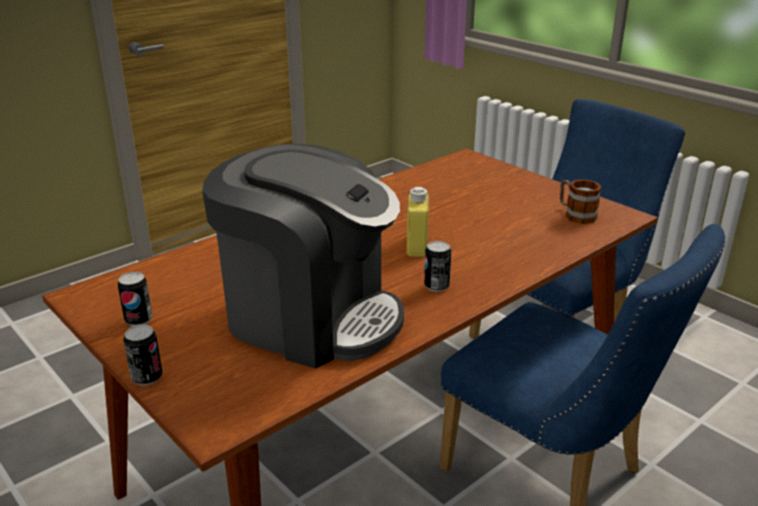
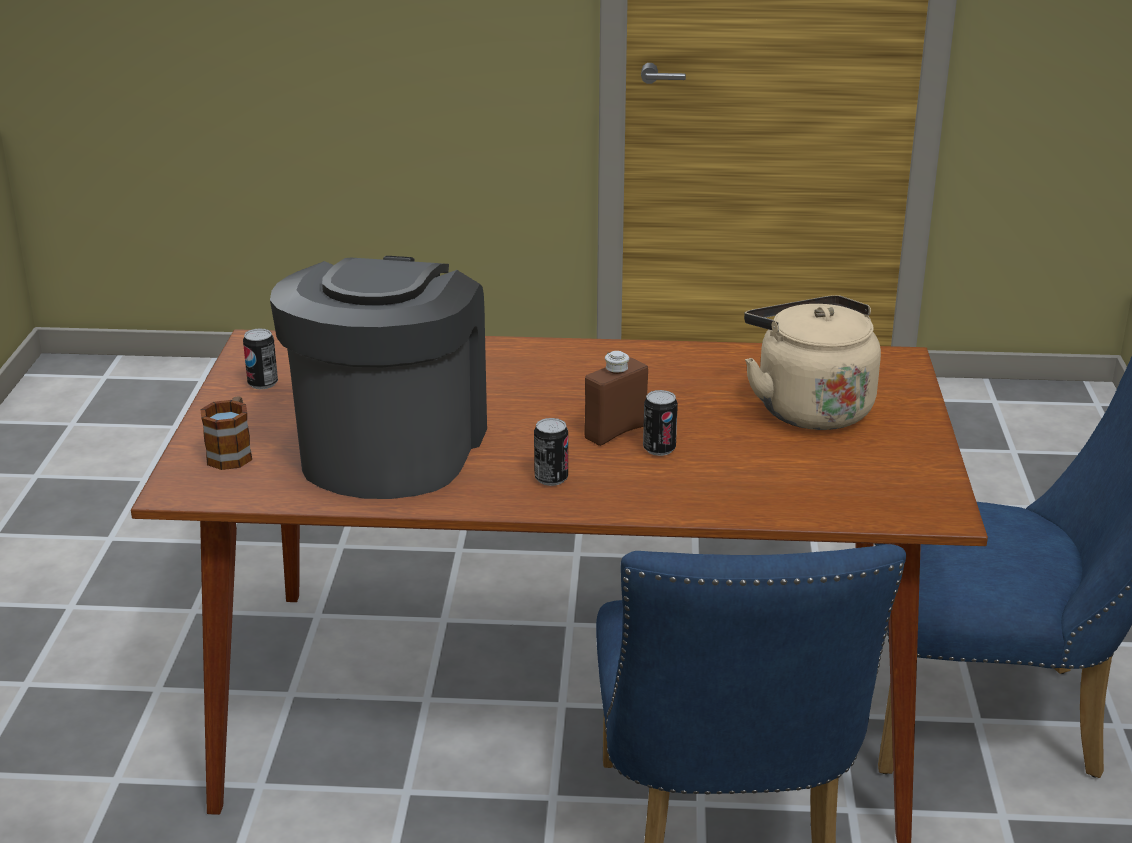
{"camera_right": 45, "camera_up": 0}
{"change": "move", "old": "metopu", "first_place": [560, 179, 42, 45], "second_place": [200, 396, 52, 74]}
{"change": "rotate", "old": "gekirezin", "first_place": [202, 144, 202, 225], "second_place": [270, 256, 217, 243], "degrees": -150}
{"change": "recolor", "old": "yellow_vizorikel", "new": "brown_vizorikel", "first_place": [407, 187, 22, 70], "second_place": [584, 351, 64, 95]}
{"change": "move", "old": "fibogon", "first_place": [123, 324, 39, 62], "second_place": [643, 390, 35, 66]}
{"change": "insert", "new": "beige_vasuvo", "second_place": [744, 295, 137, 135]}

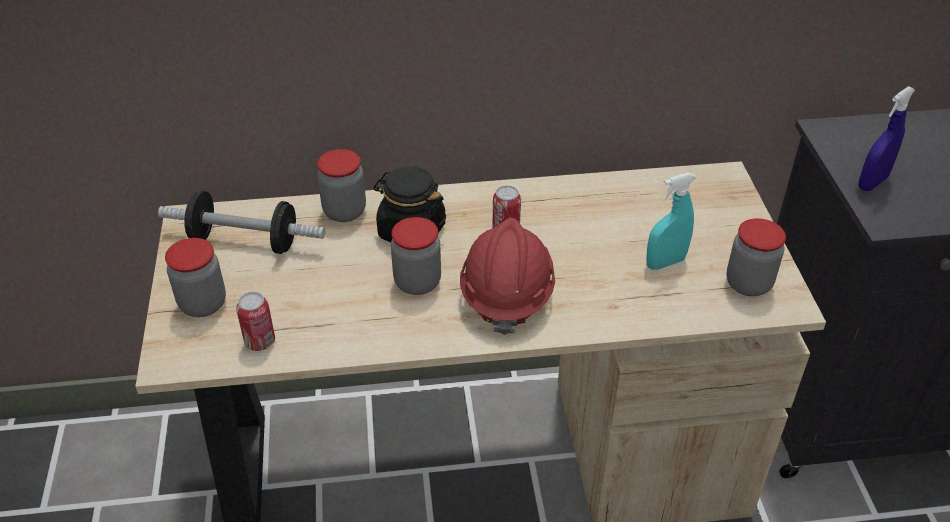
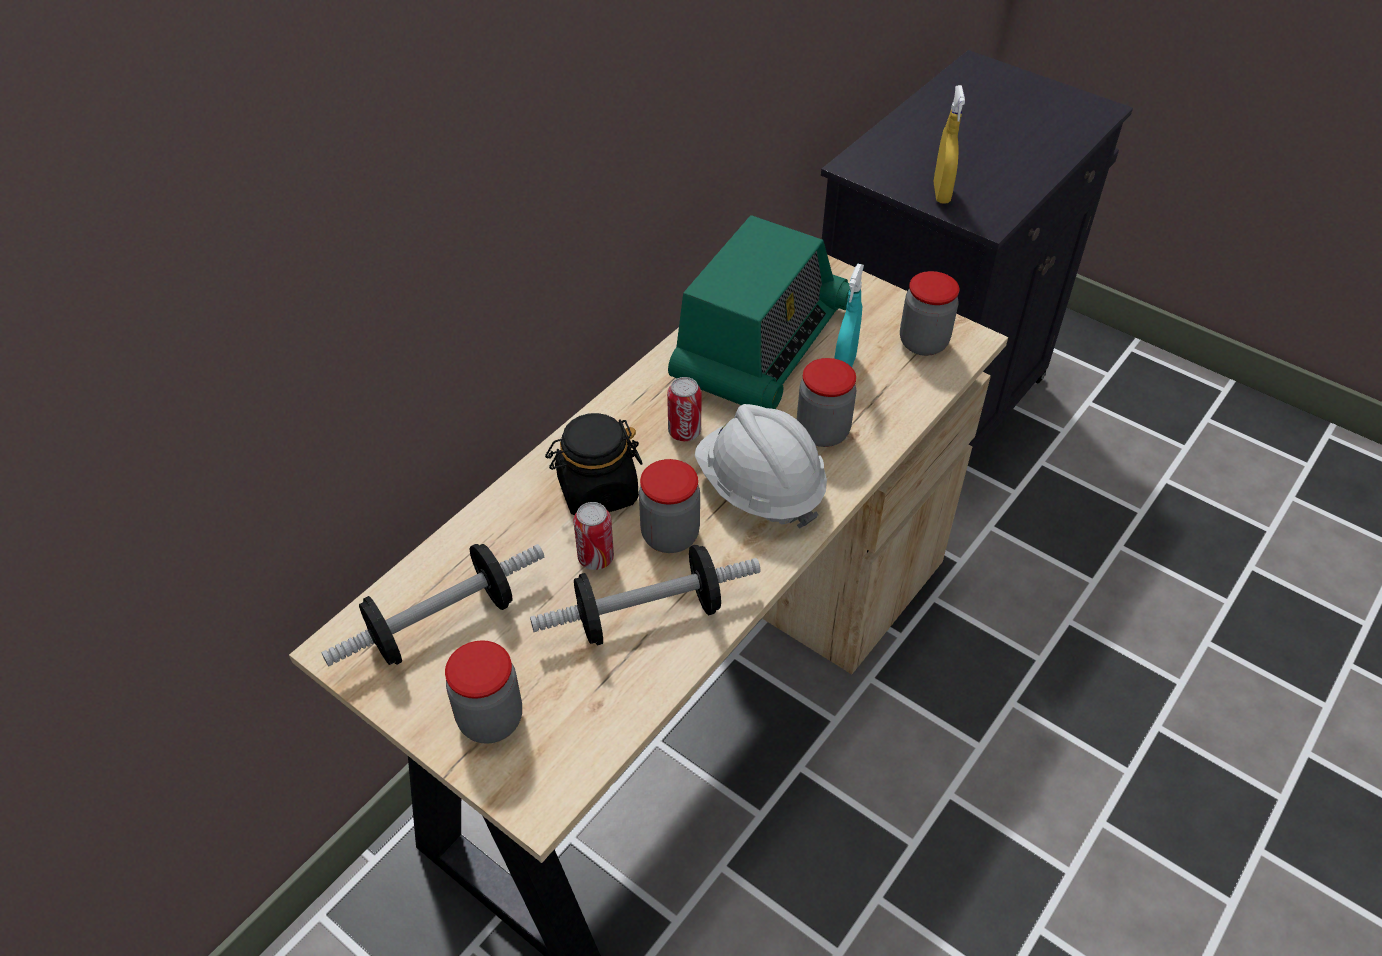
{"camera_right": -45, "camera_up": 5}
{"change": "insert", "new": "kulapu", "second_place": [530, 545, 231, 100]}
{"change": "move", "old": "fibogon", "first_place": [236, 292, 39, 59], "second_place": [574, 502, 40, 68]}
{"change": "insert", "new": "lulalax", "second_place": [668, 215, 182, 194]}
{"change": "recolor", "old": "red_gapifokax", "new": "white_gapifokax", "first_place": [460, 218, 95, 117], "second_place": [695, 404, 132, 125]}
{"change": "move", "old": "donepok", "first_place": [317, 149, 49, 73], "second_place": [796, 358, 60, 89]}
{"change": "recolor", "old": "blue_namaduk", "new": "yellow_namaduk", "first_place": [858, 86, 57, 105], "second_place": [934, 85, 31, 119]}

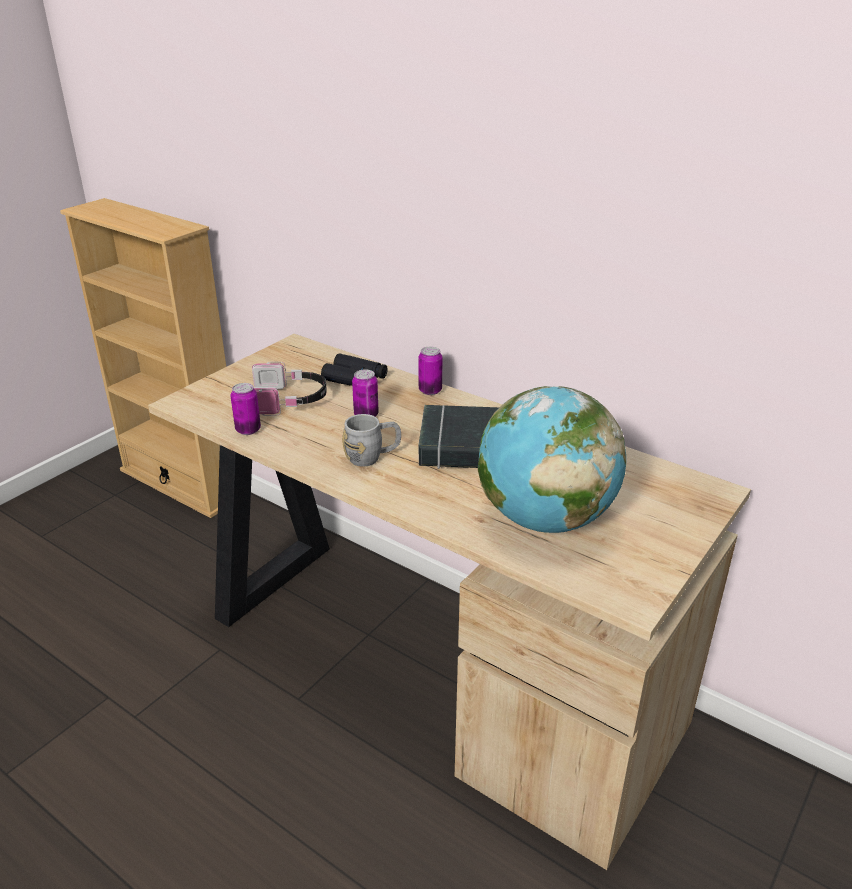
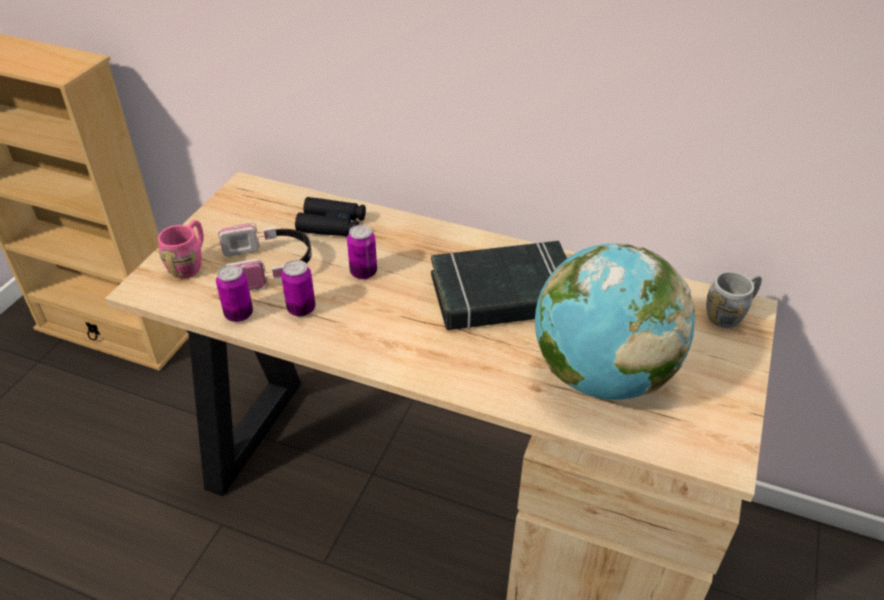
{"camera_right": -15, "camera_up": 10}
{"change": "insert", "new": "pink_metopu", "second_place": [158, 220, 46, 59]}
{"change": "move", "old": "fibogon", "first_place": [418, 346, 25, 49], "second_place": [281, 260, 35, 57]}
{"change": "move", "old": "grey_metopu", "first_place": [342, 414, 59, 53], "second_place": [706, 271, 56, 57]}

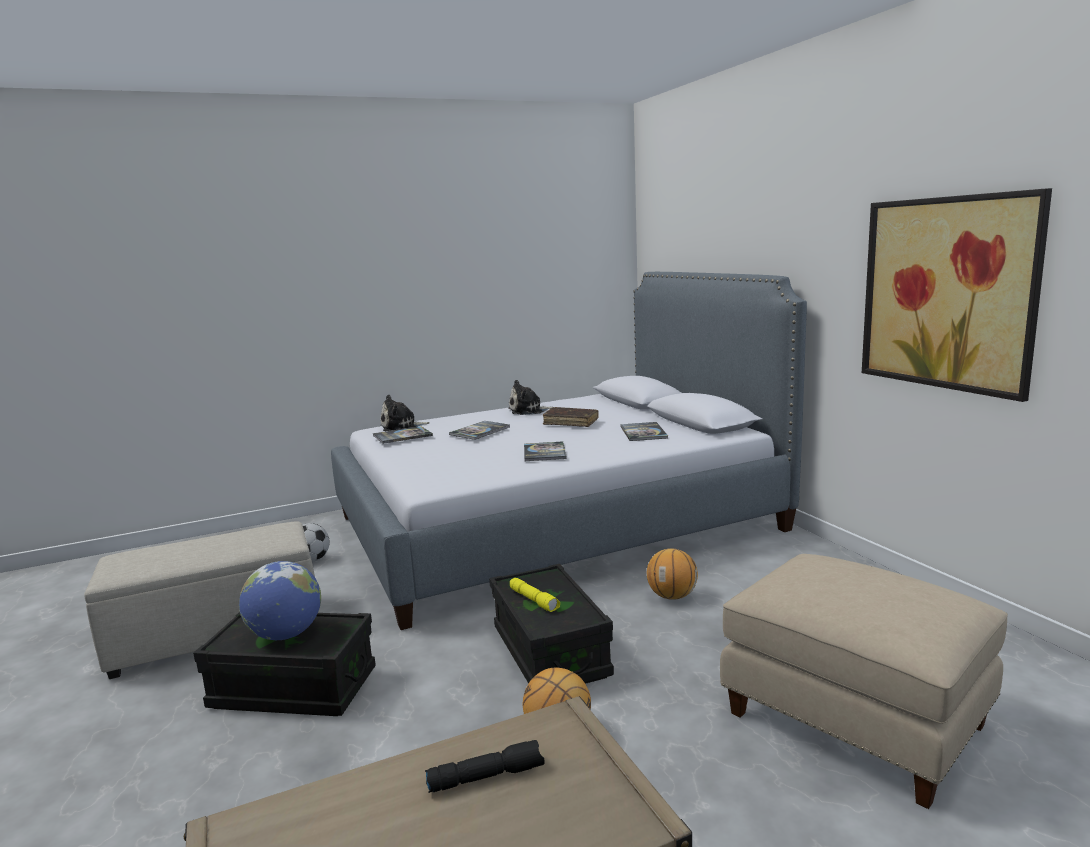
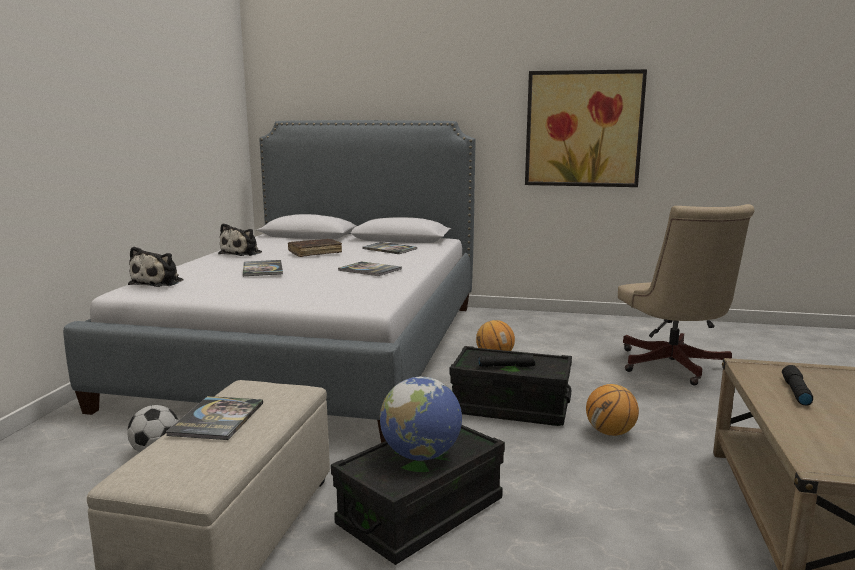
{"camera_right": -55, "camera_up": 0}
{"change": "move", "old": "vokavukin", "first_place": [373, 426, 60, 18], "second_place": [166, 396, 97, 44]}
{"change": "recolor", "old": "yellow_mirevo", "new": "black_mirevo", "first_place": [510, 578, 50, 34], "second_place": [478, 354, 57, 13]}
{"change": "replace", "old": "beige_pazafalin", "new": "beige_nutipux", "first_place": [720, 554, 288, 255], "second_place": [618, 204, 136, 182]}

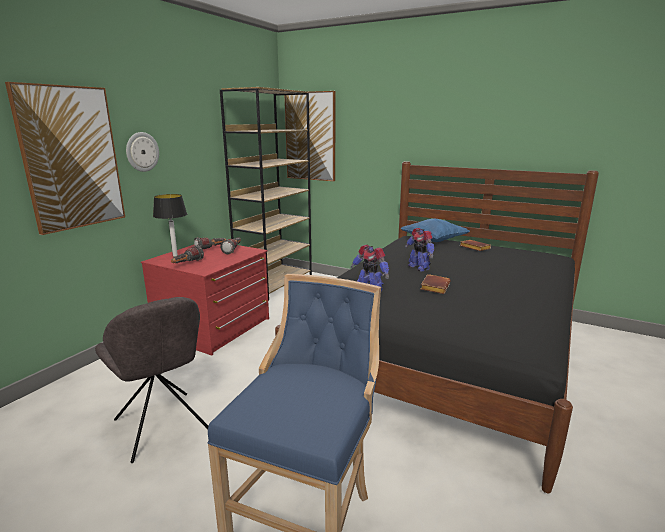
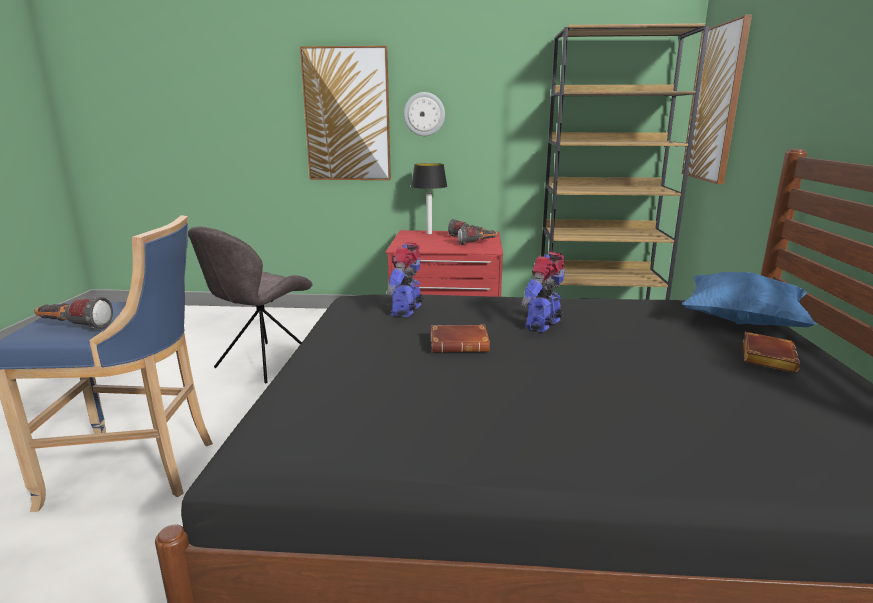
{"camera_right": 65, "camera_up": 0}
{"change": "move", "old": "mirevo", "first_place": [171, 245, 33, 18], "second_place": [35, 297, 78, 32]}

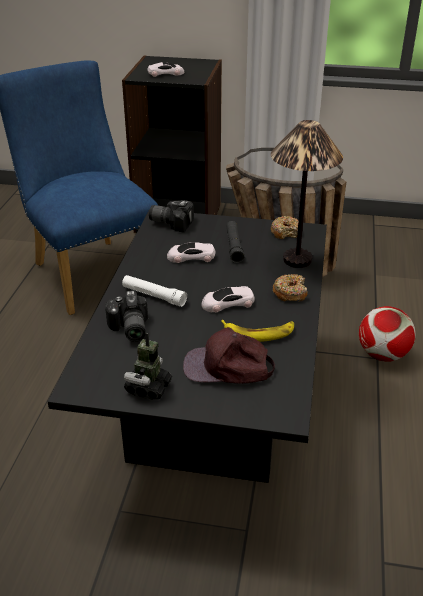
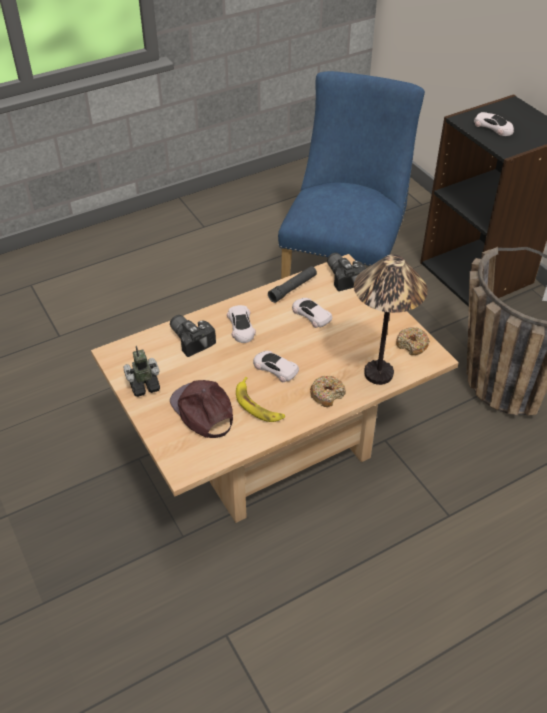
{"camera_right": 50, "camera_up": 10}
{"change": "recolor", "old": "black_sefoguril", "new": "beige_sefoguril", "first_place": [47, 209, 280, 274], "second_place": [91, 254, 368, 269]}
{"change": "rotate", "old": "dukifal", "first_place": [105, 291, 43, 51], "second_place": [170, 315, 46, 42], "degrees": 105}
{"change": "replace", "old": "white_mirevo", "new": "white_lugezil", "first_place": [122, 275, 65, 32], "second_place": [227, 305, 29, 38]}
{"change": "move", "old": "black_mirevo", "first_place": [226, 221, 19, 42], "second_place": [268, 266, 49, 37]}
{"change": "delete", "old": "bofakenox", "first_place": [359, 306, 57, 56]}

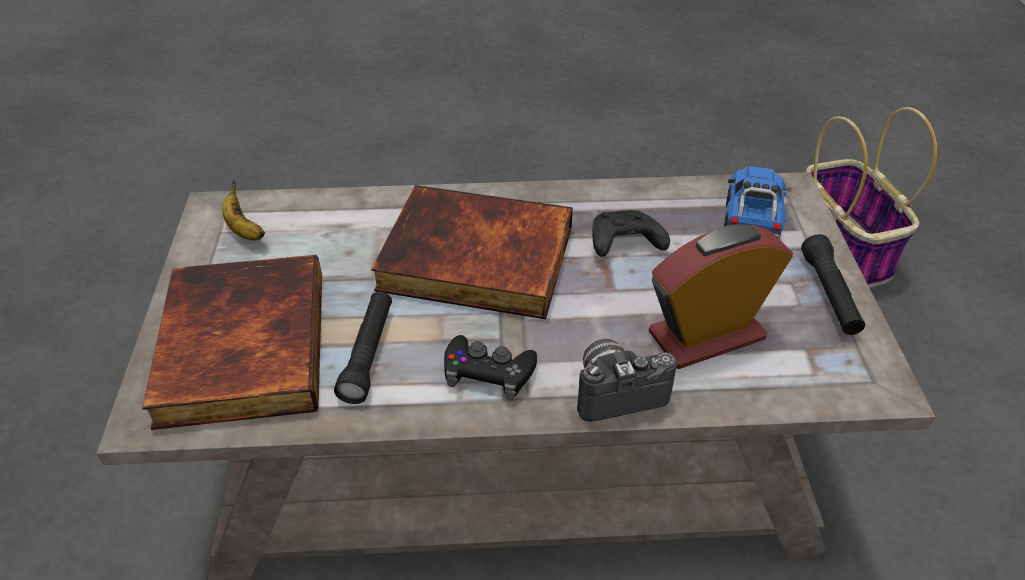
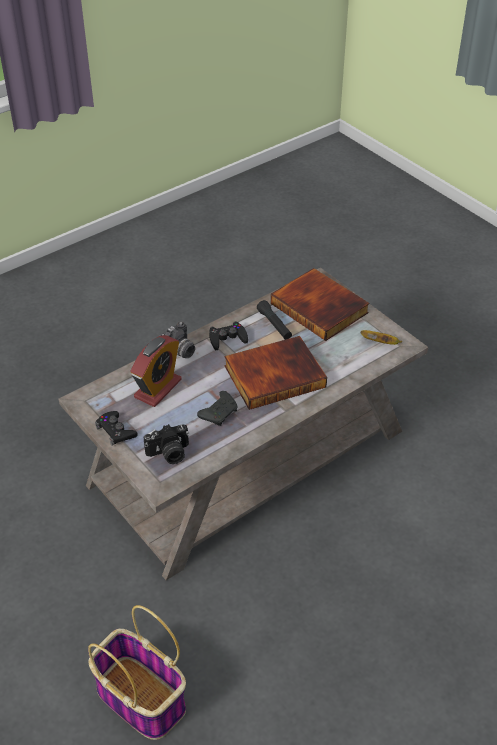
{"camera_right": 145, "camera_up": 0}
{"change": "replace", "old": "black_mirevo", "new": "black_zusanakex", "first_place": [801, 234, 64, 101], "second_place": [95, 411, 43, 34]}
{"change": "replace", "old": "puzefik", "new": "dukifal", "first_place": [724, 166, 67, 72], "second_place": [143, 424, 46, 40]}

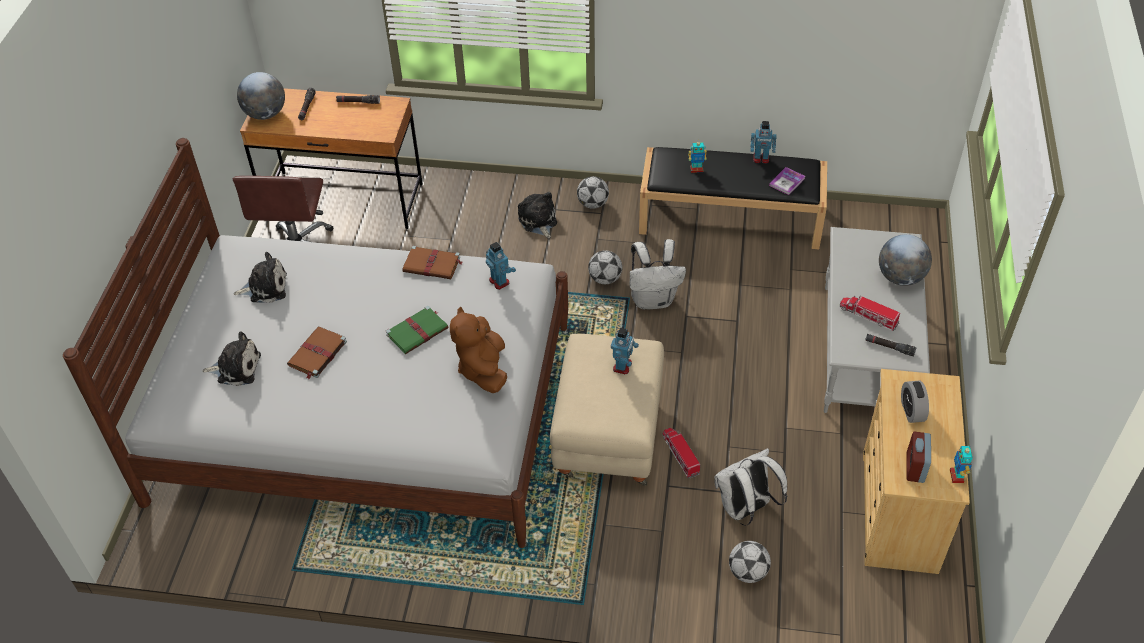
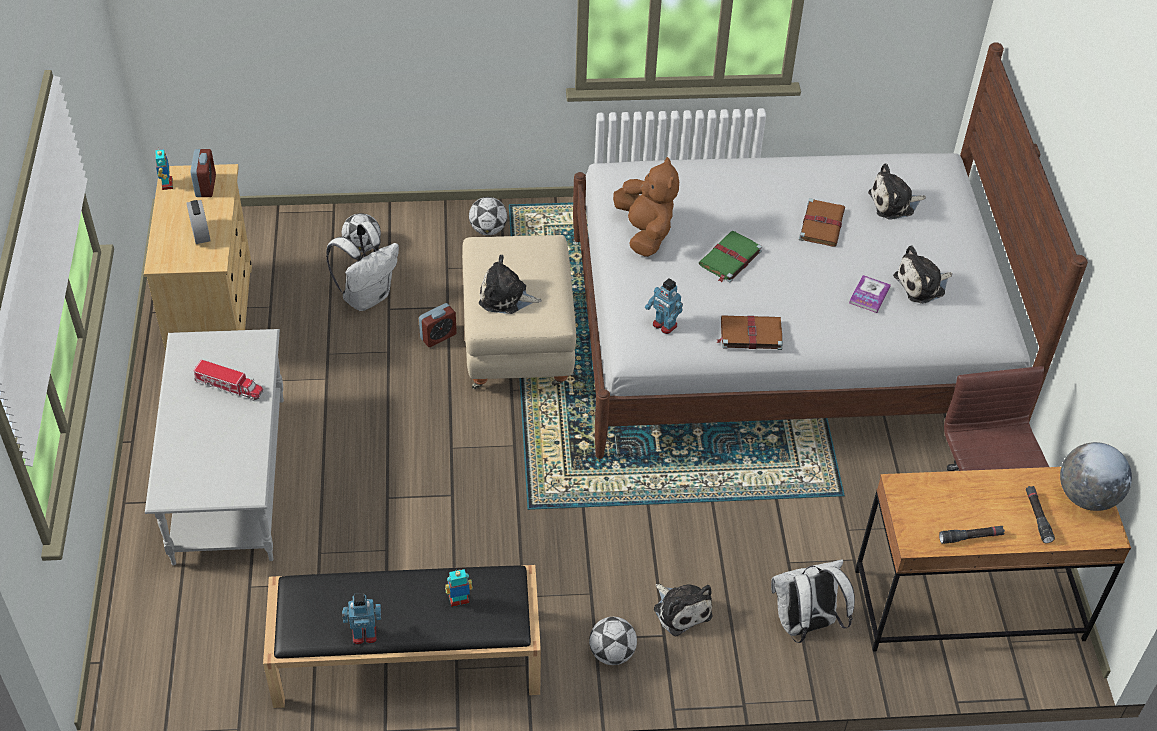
{"camera_right": 165, "camera_up": 0}
{"change": "replace", "old": "puzefik", "new": "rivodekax", "first_place": [662, 428, 38, 50], "second_place": [419, 303, 38, 44]}
{"change": "move", "old": "bofakenox", "first_place": [588, 250, 34, 34], "second_place": [469, 197, 38, 38]}
{"change": "replace", "old": "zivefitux", "new": "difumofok", "first_place": [611, 328, 28, 46], "second_place": [479, 255, 63, 59]}
{"change": "move", "old": "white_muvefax", "first_place": [630, 239, 56, 71], "second_place": [771, 559, 84, 84]}
{"change": "move", "old": "vokavukin", "first_place": [769, 167, 36, 28], "second_place": [849, 275, 42, 38]}
{"change": "delete", "old": "black_mirevo", "first_place": [865, 334, 51, 22]}
{"change": "delete", "old": "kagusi", "first_place": [879, 234, 53, 52]}

